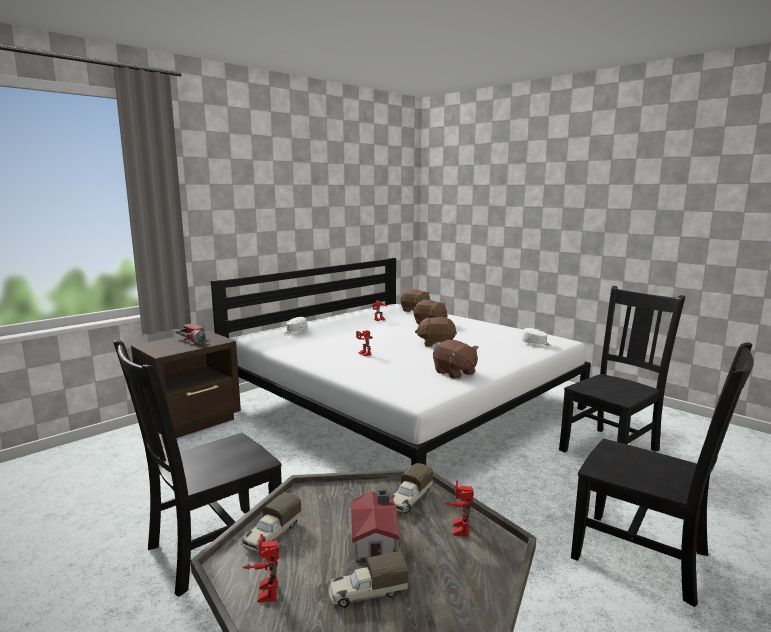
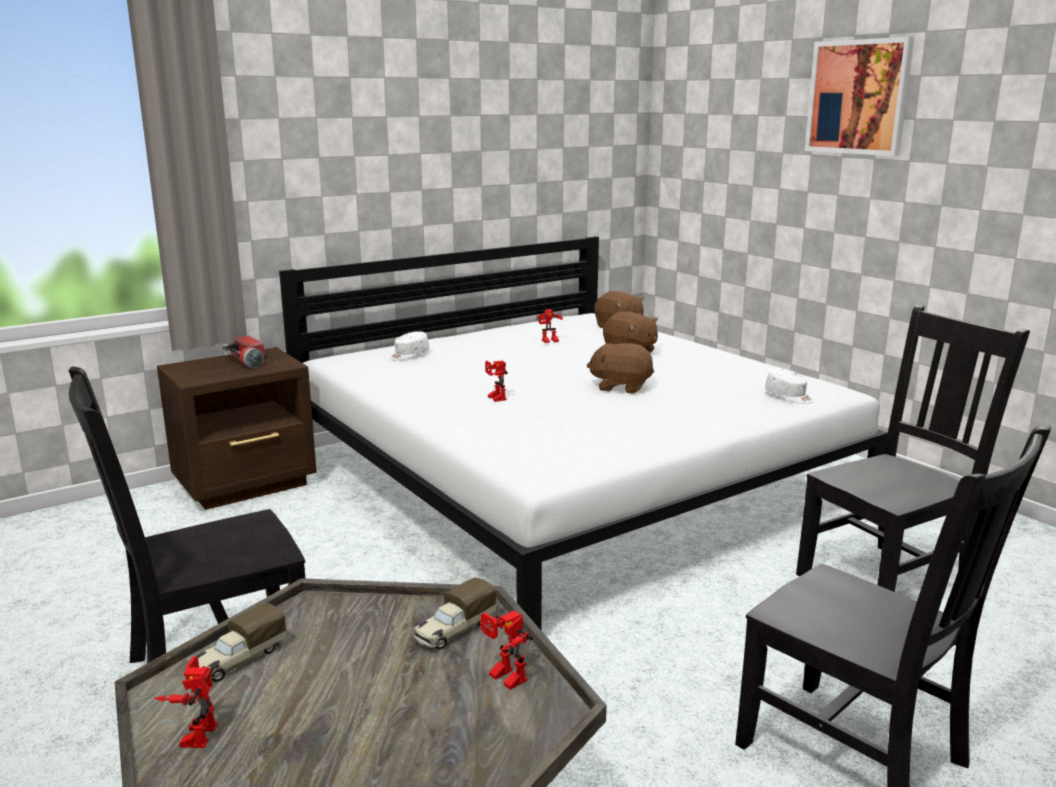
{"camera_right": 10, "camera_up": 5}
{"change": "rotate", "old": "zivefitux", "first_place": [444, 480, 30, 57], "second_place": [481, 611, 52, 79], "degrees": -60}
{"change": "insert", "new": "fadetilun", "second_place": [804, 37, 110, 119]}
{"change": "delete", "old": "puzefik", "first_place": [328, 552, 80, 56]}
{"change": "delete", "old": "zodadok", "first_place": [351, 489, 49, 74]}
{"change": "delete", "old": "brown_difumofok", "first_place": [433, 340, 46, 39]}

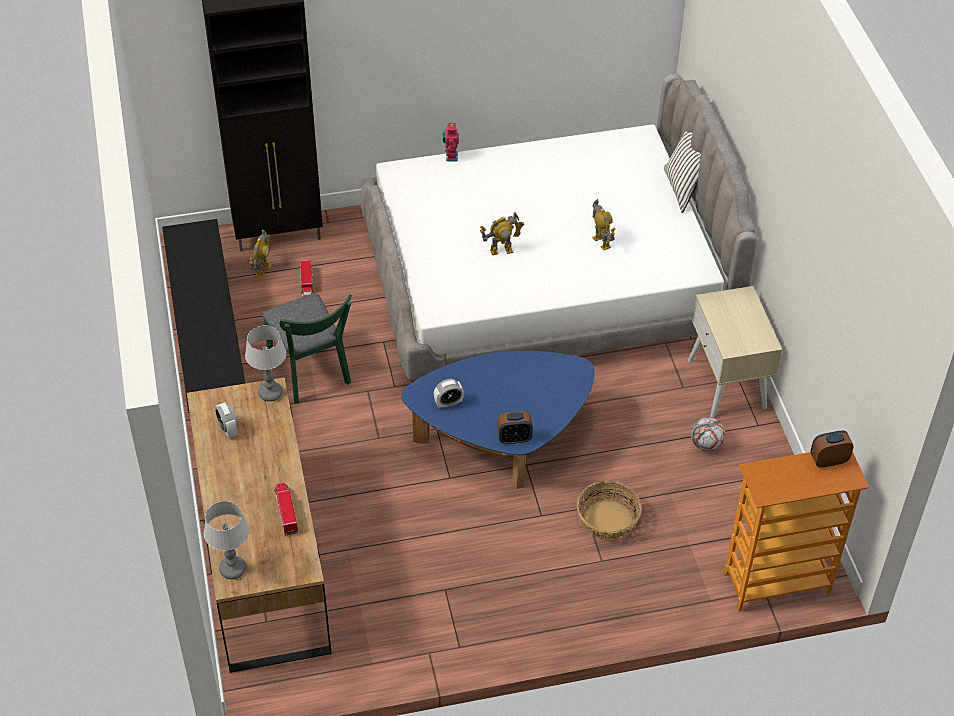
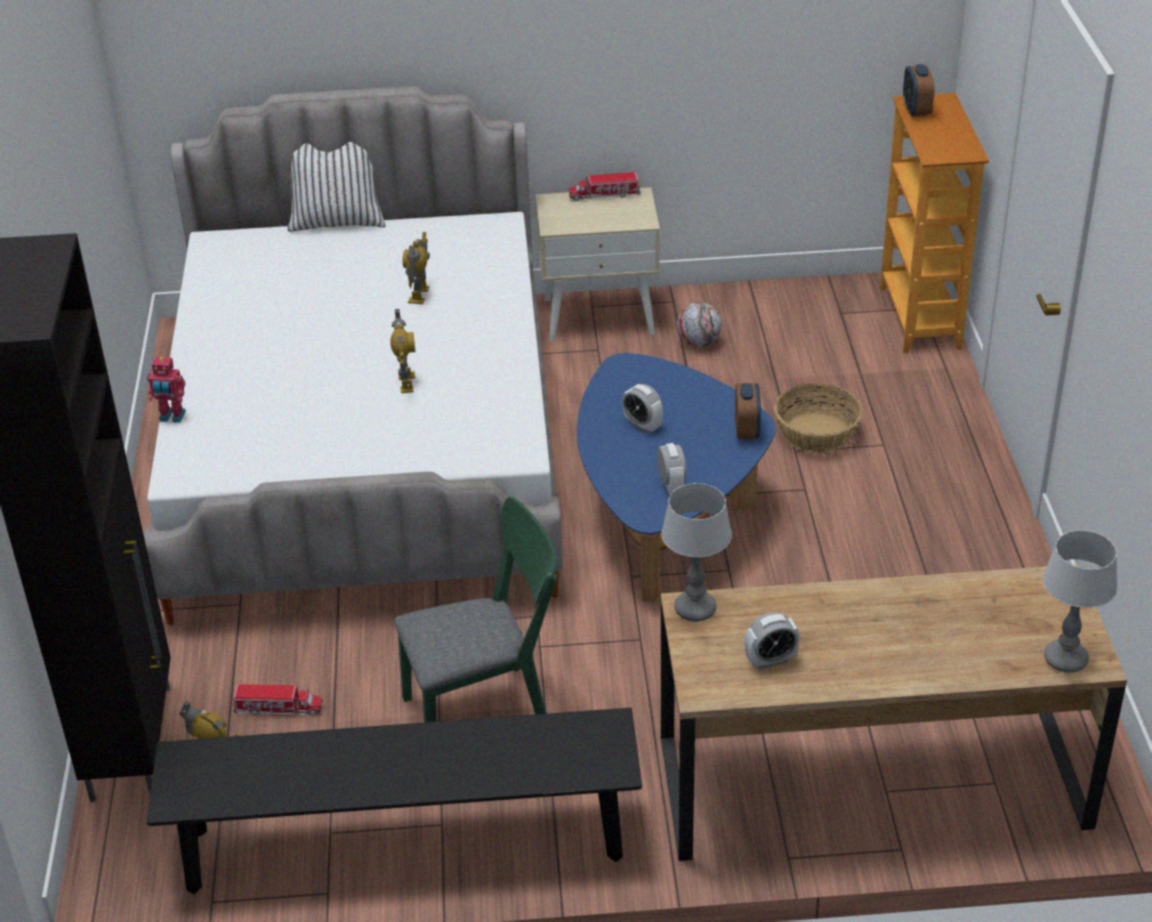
{"camera_right": -80, "camera_up": -10}
{"change": "rotate", "old": "zivefitux", "first_place": [592, 199, 24, 51], "second_place": [403, 232, 27, 72], "degrees": -60}
{"change": "move", "old": "puzefik", "first_place": [274, 483, 24, 52], "second_place": [569, 172, 72, 29]}
{"change": "insert", "new": "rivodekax", "second_place": [623, 384, 40, 49]}

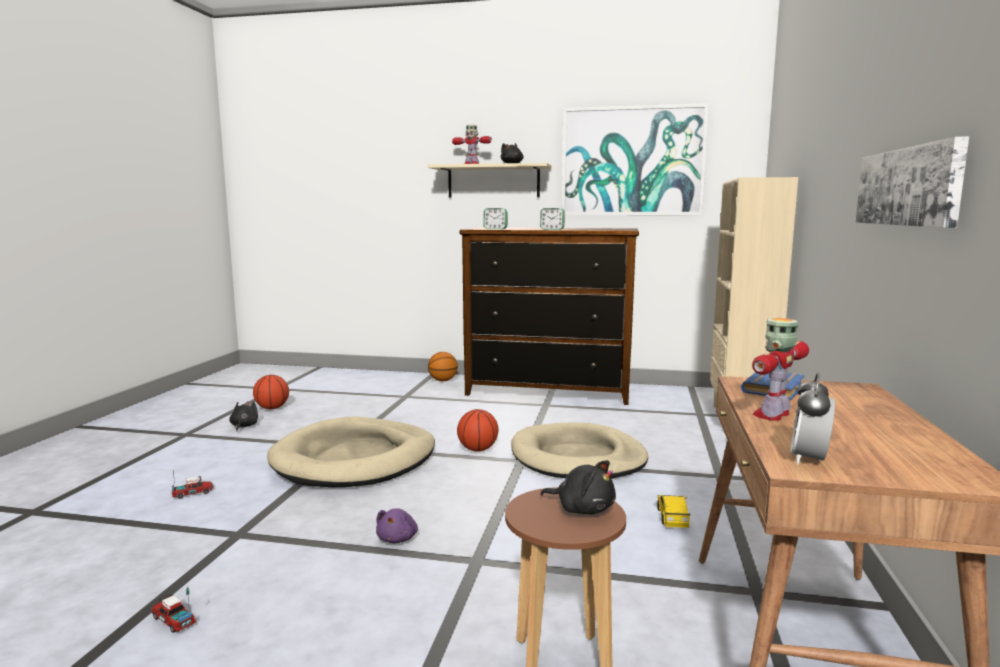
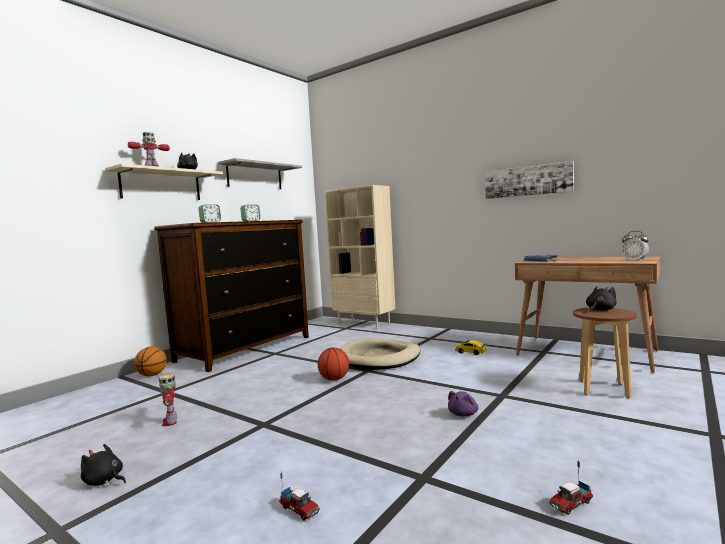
{"camera_right": -65, "camera_up": -5}
{"change": "move", "old": "zivefitux", "first_place": [752, 318, 57, 103], "second_place": [159, 374, 18, 52]}
{"change": "replace", "old": "fadetilun", "new": "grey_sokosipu", "first_place": [562, 103, 147, 112], "second_place": [218, 158, 84, 31]}
{"change": "rotate", "old": "puzefik", "first_place": [171, 471, 44, 28], "second_place": [279, 473, 41, 47], "degrees": 135}
{"change": "rotate", "old": "purple_difumofok", "first_place": [376, 508, 42, 35], "second_place": [448, 391, 31, 25], "degrees": 90}
{"change": "delete", "old": "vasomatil", "first_place": [253, 375, 36, 34]}
{"change": "delete", "old": "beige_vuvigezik", "first_place": [267, 417, 168, 70]}

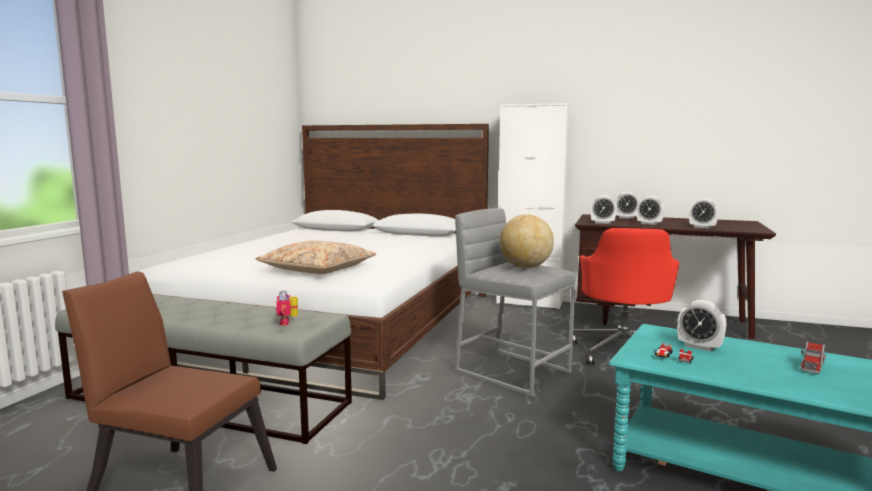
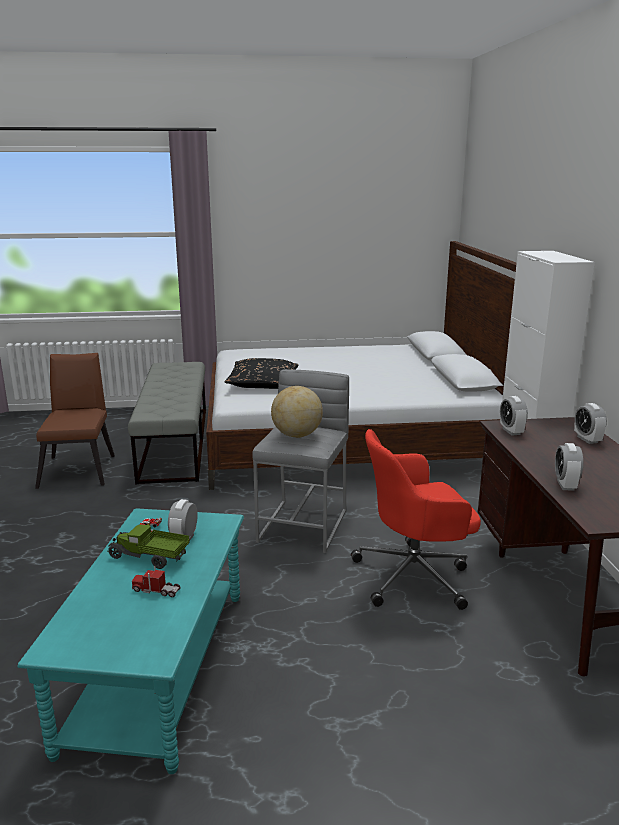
{"camera_right": 65, "camera_up": 10}
{"change": "insert", "new": "puzefik", "second_place": [107, 524, 83, 45]}
{"change": "recolor", "old": "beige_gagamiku", "new": "black_gagamiku", "first_place": [256, 240, 120, 34], "second_place": [225, 358, 74, 31]}
{"change": "delete", "old": "zivefitux", "first_place": [276, 290, 22, 36]}
{"change": "delete", "old": "rivodekax", "first_place": [637, 196, 27, 29]}

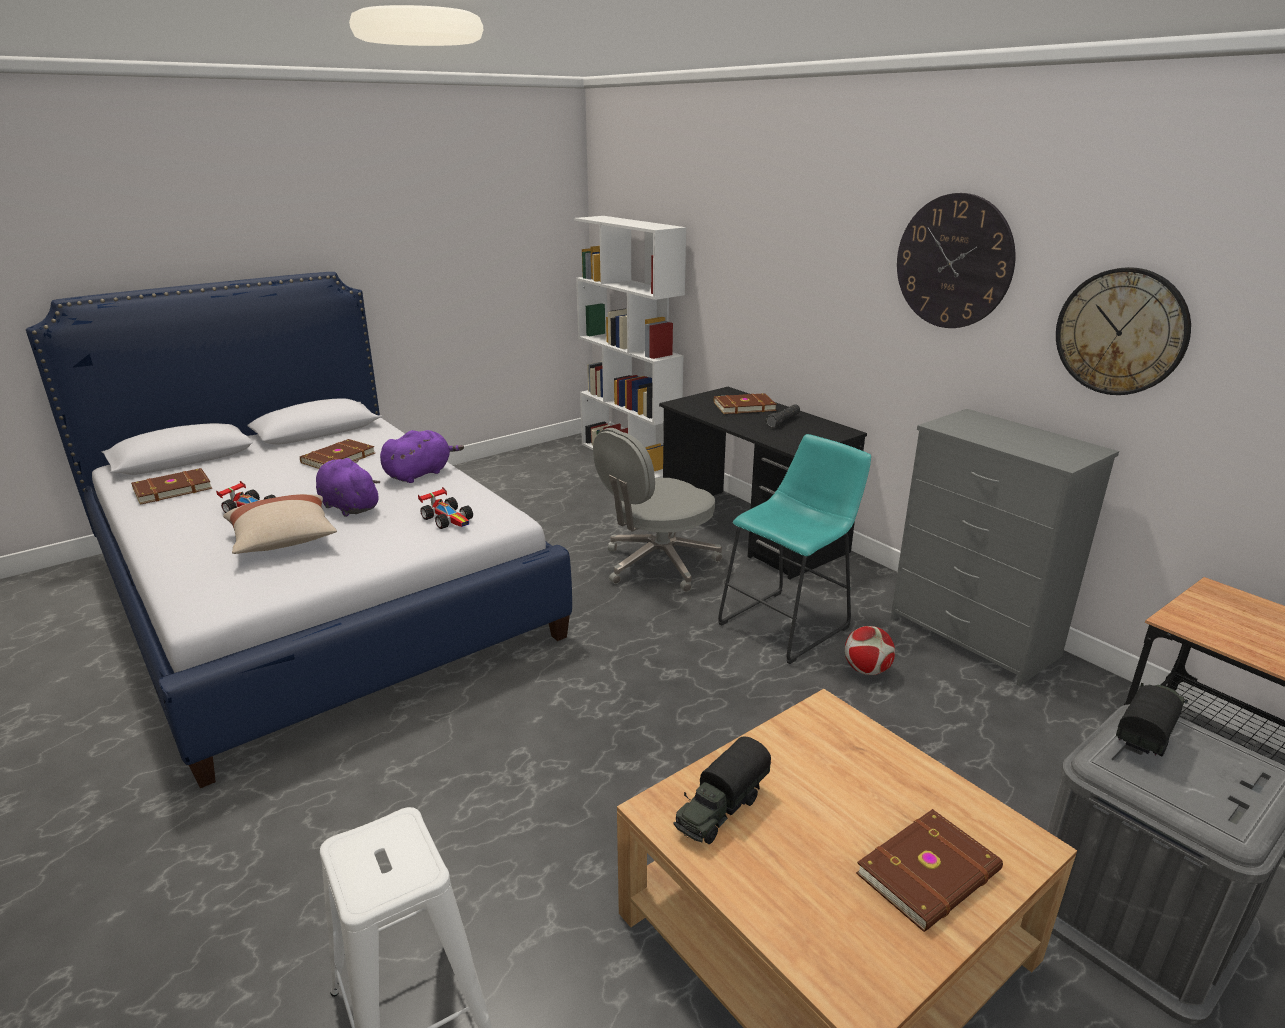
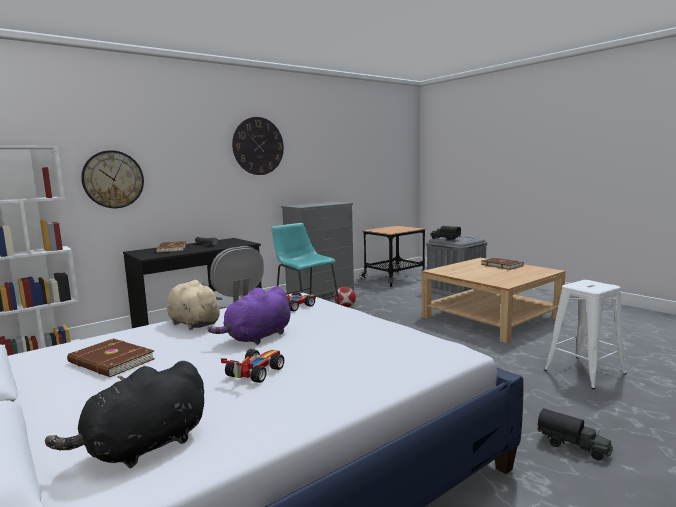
{"camera_right": -90, "camera_up": -15}
{"change": "replace", "old": "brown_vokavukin", "new": "black_difumofok", "first_place": [131, 468, 81, 37], "second_place": [45, 361, 159, 107]}
{"change": "move", "old": "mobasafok", "first_place": [1056, 267, 135, 128], "second_place": [81, 150, 63, 58]}
{"change": "recolor", "old": "purple_difumofok", "new": "beige_difumofok", "first_place": [380, 430, 84, 53], "second_place": [167, 280, 55, 50]}
{"change": "move", "old": "puzefik", "first_place": [674, 737, 97, 107], "second_place": [538, 408, 75, 52]}
{"change": "delete", "old": "beige_gagamiku", "first_place": [223, 494, 114, 60]}

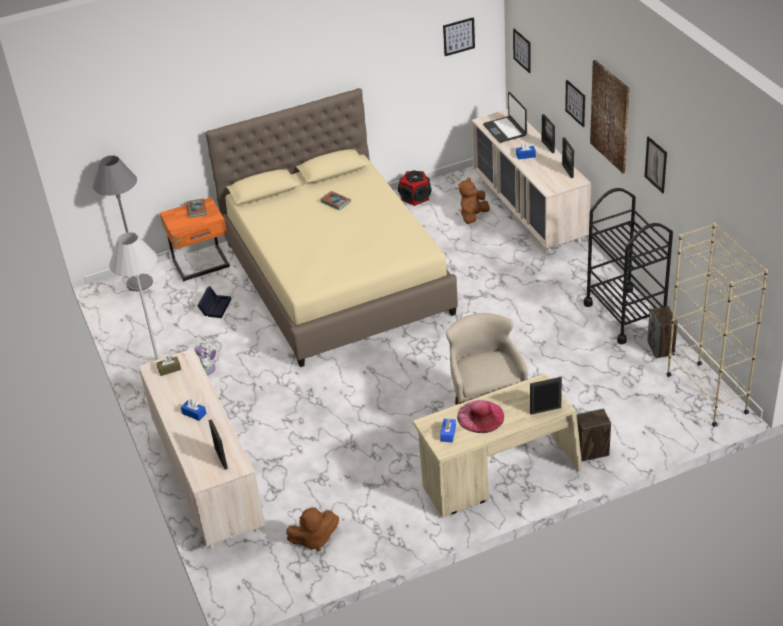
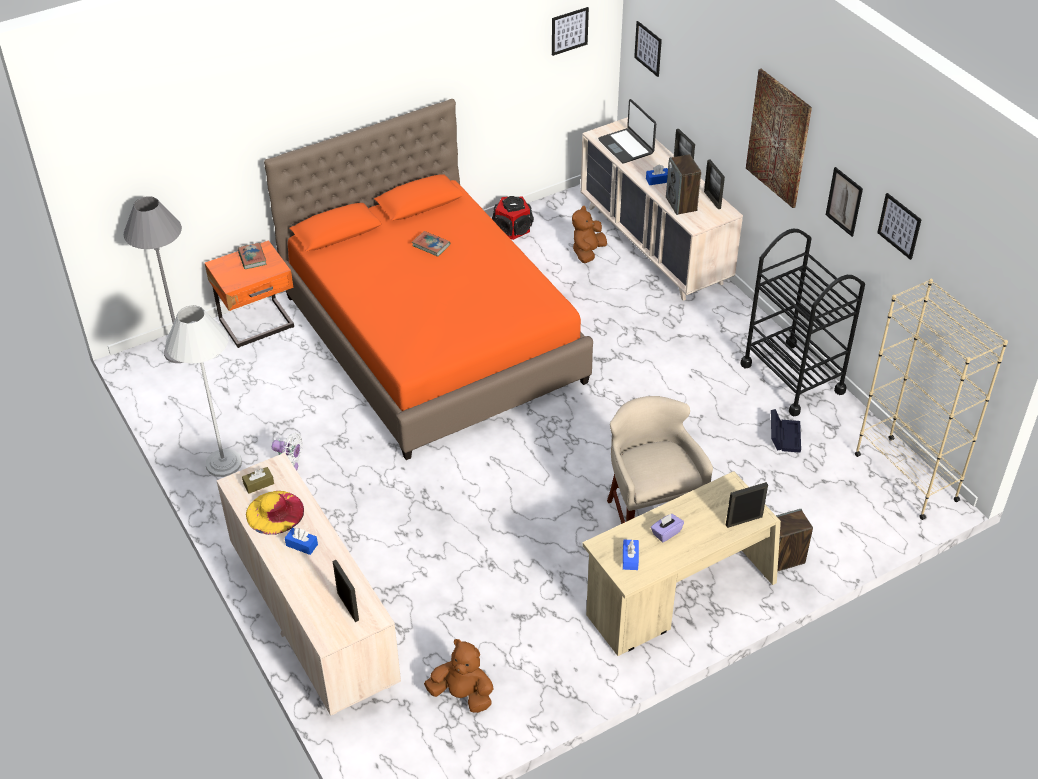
{"camera_right": -10, "camera_up": 5}
{"change": "insert", "new": "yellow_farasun", "second_place": [246, 491, 58, 44]}
{"change": "recolor", "old": "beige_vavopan", "new": "orange_vavopan", "first_place": [205, 88, 253, 279], "second_place": [264, 99, 329, 361]}
{"change": "rotate", "old": "brown_difumofok", "first_place": [286, 507, 53, 44], "second_place": [424, 639, 69, 74], "degrees": -135}
{"change": "replace", "old": "pink_farasun", "new": "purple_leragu", "first_place": [457, 400, 47, 33], "second_place": [651, 514, 33, 29]}
{"change": "move", "old": "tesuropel", "first_place": [647, 306, 31, 53], "second_place": [666, 154, 35, 61]}
{"change": "move", "old": "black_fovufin", "first_place": [197, 286, 34, 32], "second_place": [771, 409, 30, 44]}
{"change": "move", "old": "fadetilun", "first_place": [565, 80, 20, 47], "second_place": [877, 193, 45, 67]}

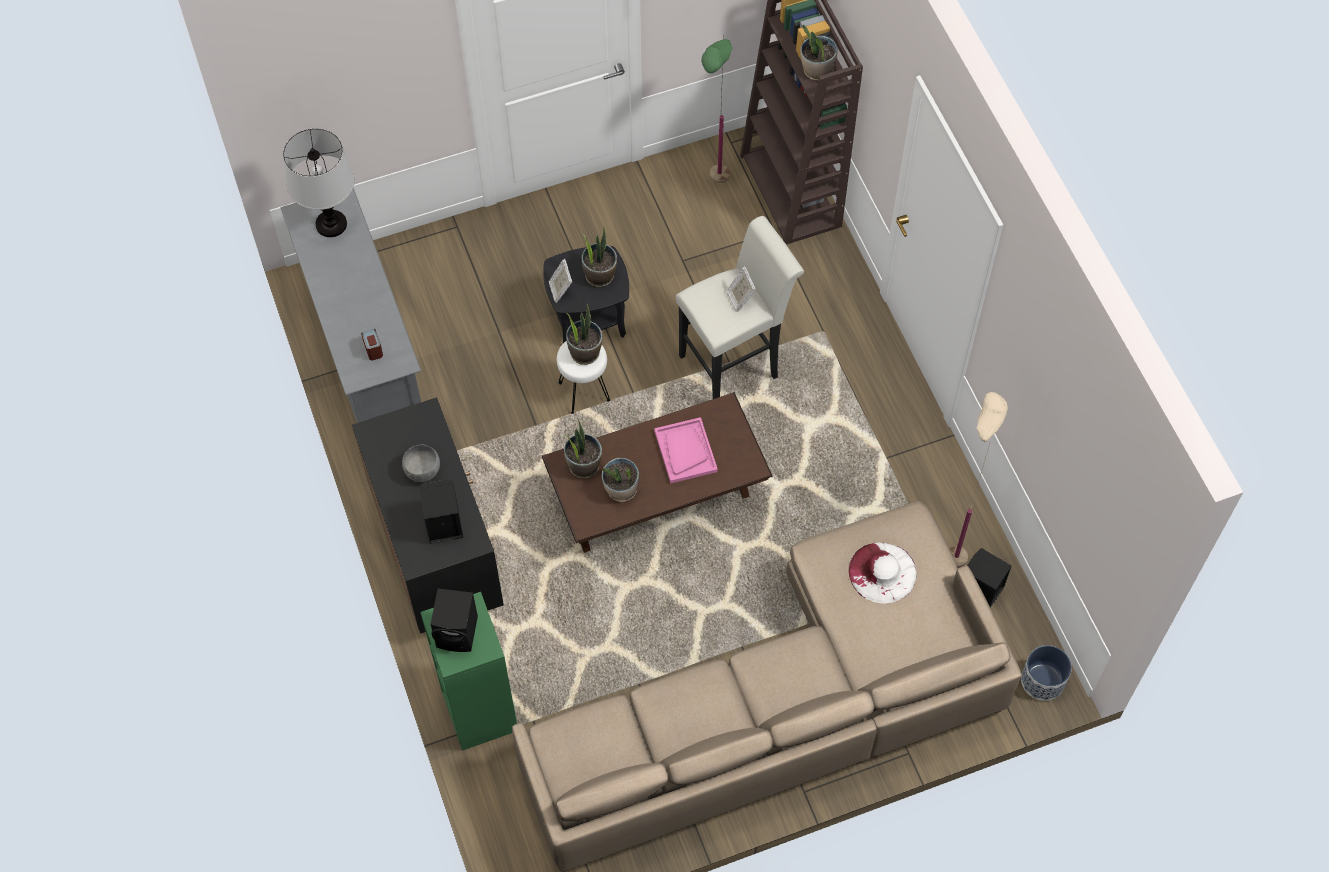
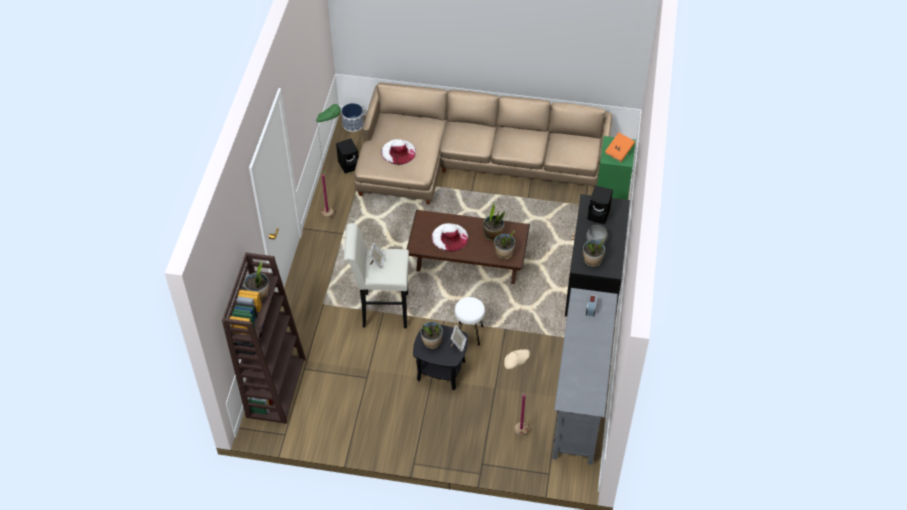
{"camera_right": -150, "camera_up": -10}
{"change": "move", "old": "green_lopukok", "first_place": [702, 36, 31, 147], "second_place": [316, 104, 25, 114]}
{"change": "replace", "old": "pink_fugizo", "new": "white_farasun", "first_place": [654, 417, 64, 66], "second_place": [431, 223, 37, 29]}
{"change": "move", "old": "beige_lopukok", "first_place": [949, 392, 59, 176], "second_place": [504, 349, 26, 87]}
{"change": "move", "old": "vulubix", "first_place": [566, 303, 36, 62], "second_place": [583, 240, 22, 27]}
{"change": "replace", "old": "black_tesuropel", "new": "orange_vokavukin", "first_place": [430, 589, 48, 63], "second_place": [605, 132, 30, 30]}
{"change": "delete", "old": "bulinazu", "first_place": [283, 128, 71, 109]}

